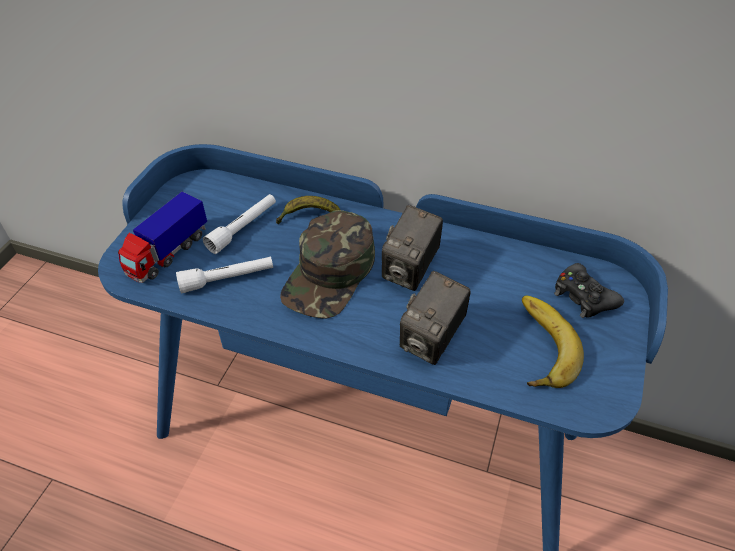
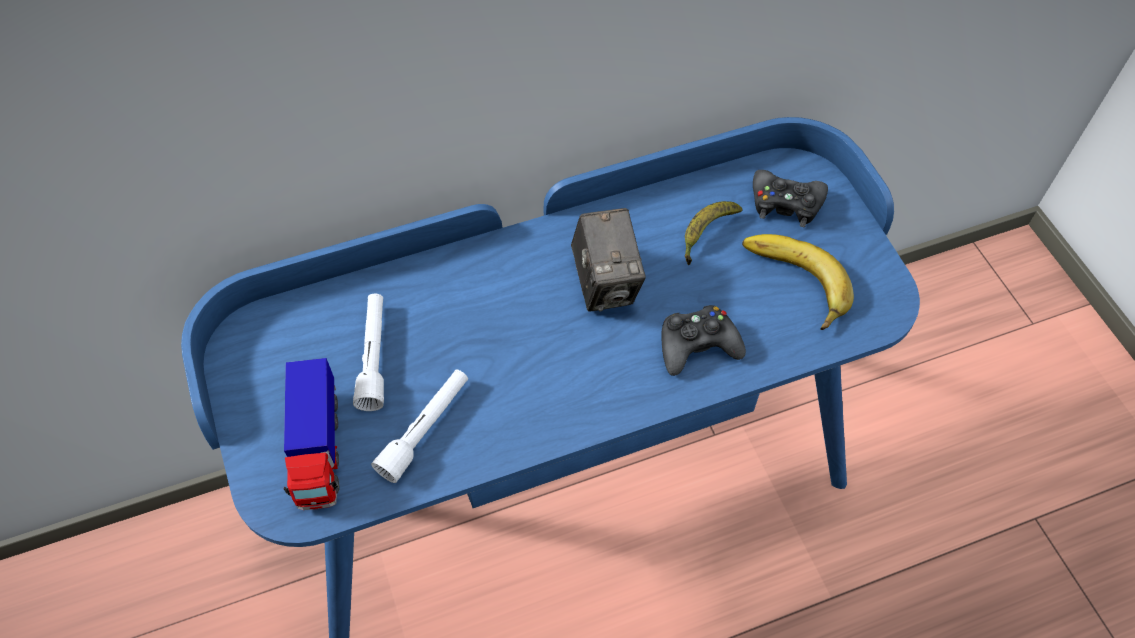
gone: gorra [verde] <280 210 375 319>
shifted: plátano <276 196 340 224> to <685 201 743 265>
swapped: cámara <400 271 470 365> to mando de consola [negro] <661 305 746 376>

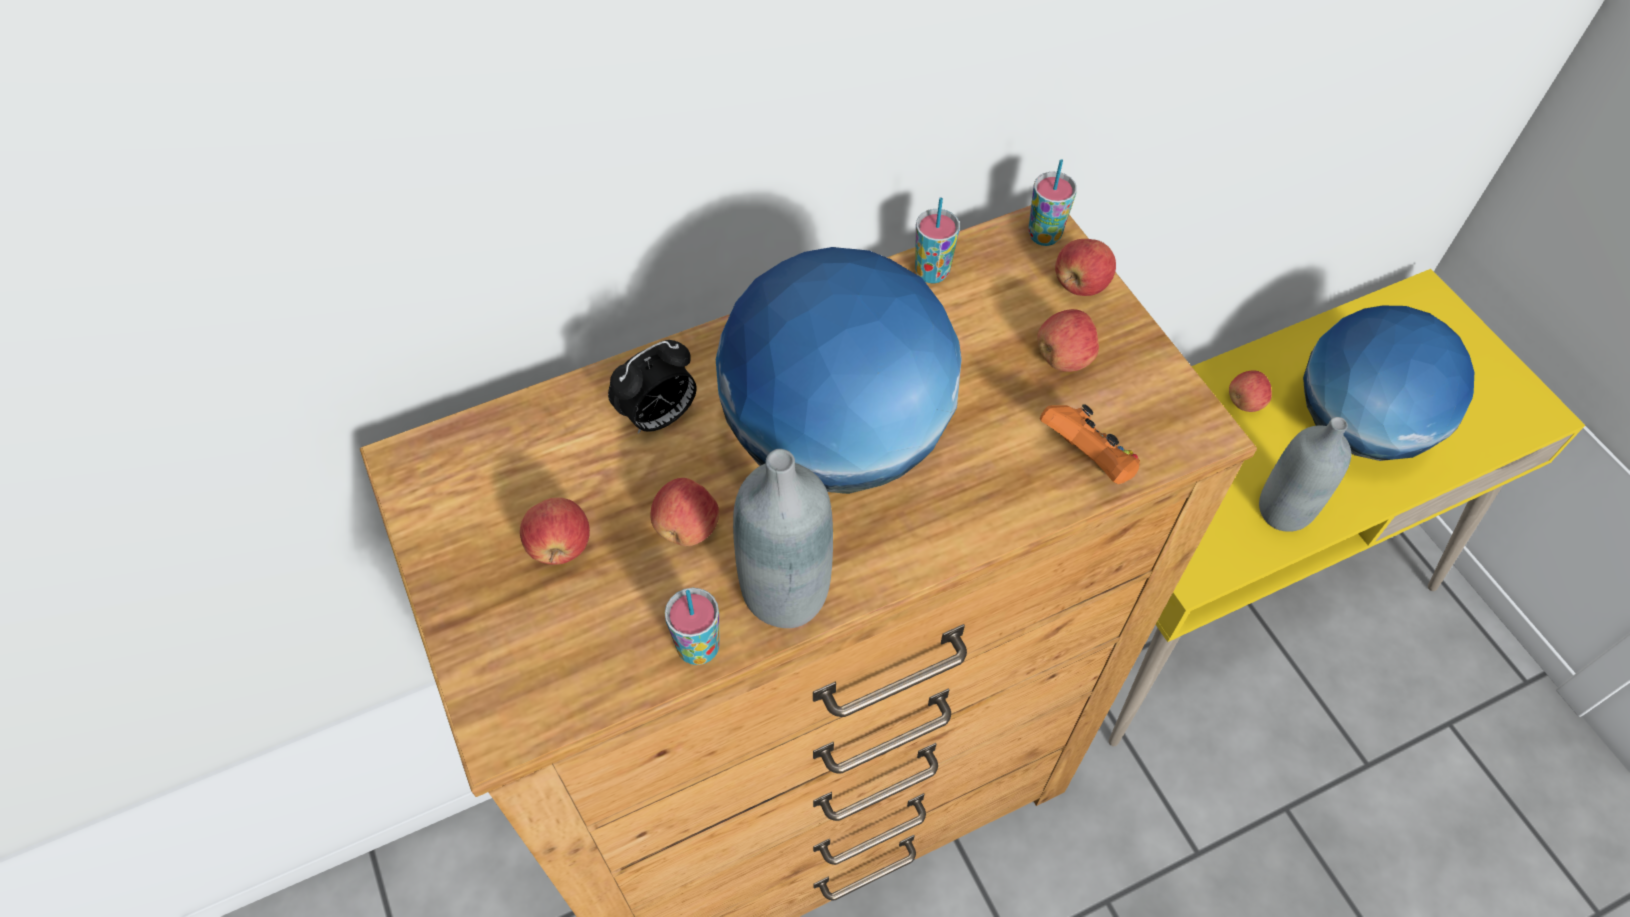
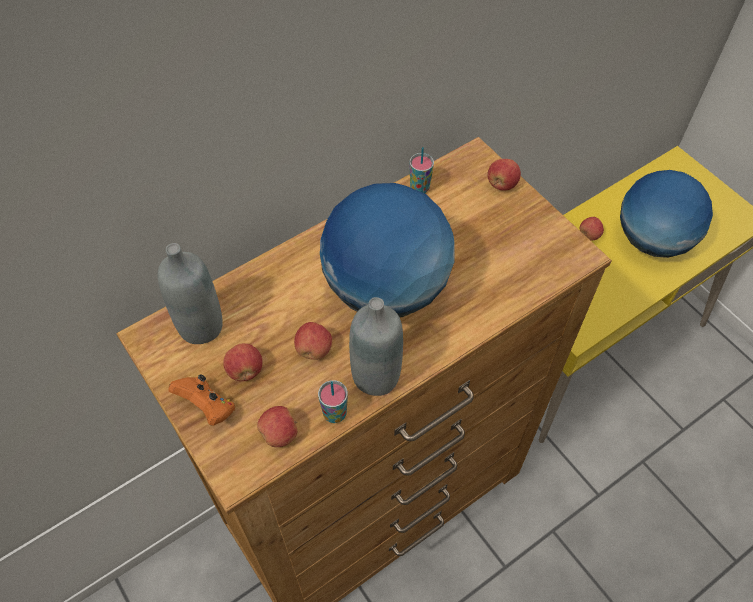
gone: despertador <608 340 697 434>; taza <1028 159 1077 246>
shifted: manzana <1037 309 1099 372> to <257 406 298 447>; mando de consola [naranja] <1040 404 1140 484> to <168 374 235 426>; botella [gris] <1259 417 1351 532> to <158 243 223 344>

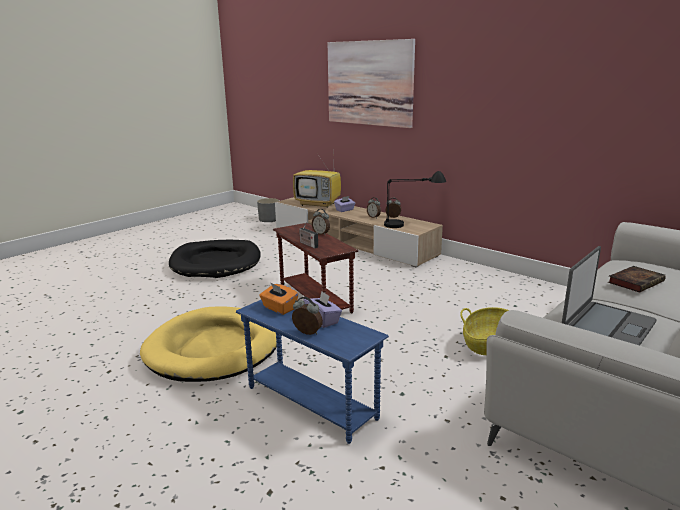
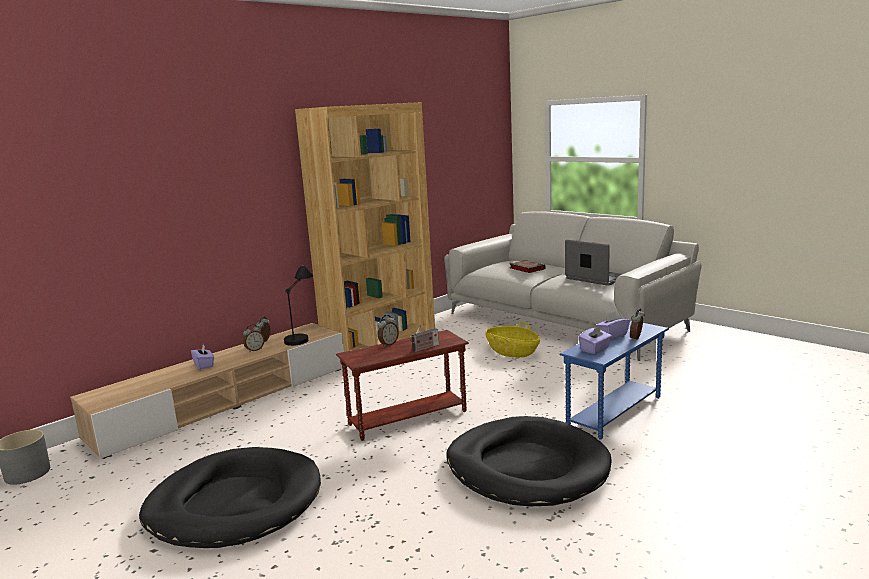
gone: televisor <293 159 341 208>; cuadro <328 39 415 128>
new: estantería [marrón] <295 102 435 352>
repainted: cama para perro [amarillo] <140 306 282 382> to cama para perro [negro] <446 416 612 506>; caja de pañuelos [naranja] <259 282 298 315> to caja de pañuelos [morado] <578 325 612 354>

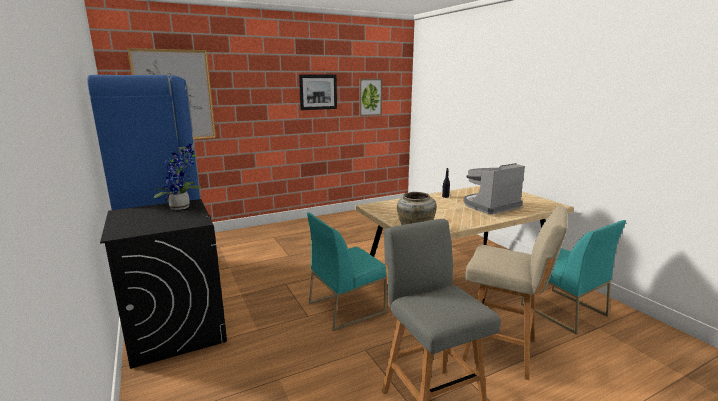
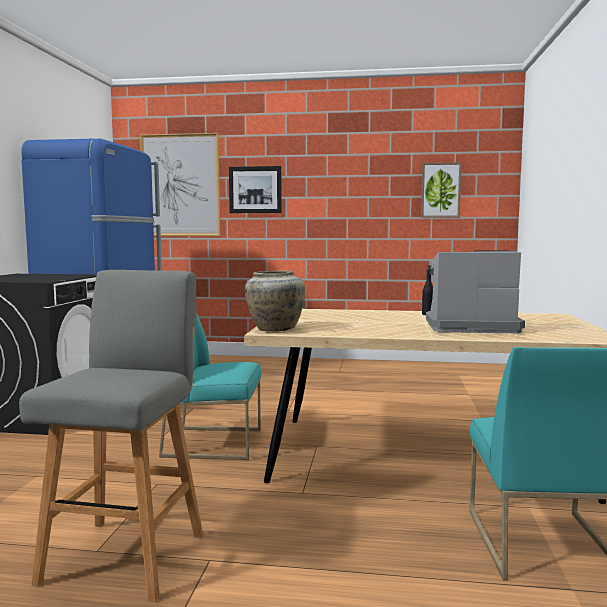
gone: planta en maceta <154 144 201 210>; taburete [beis] <462 206 568 380>
shifted: cuadro <299 74 337 110> to <229 166 282 213>

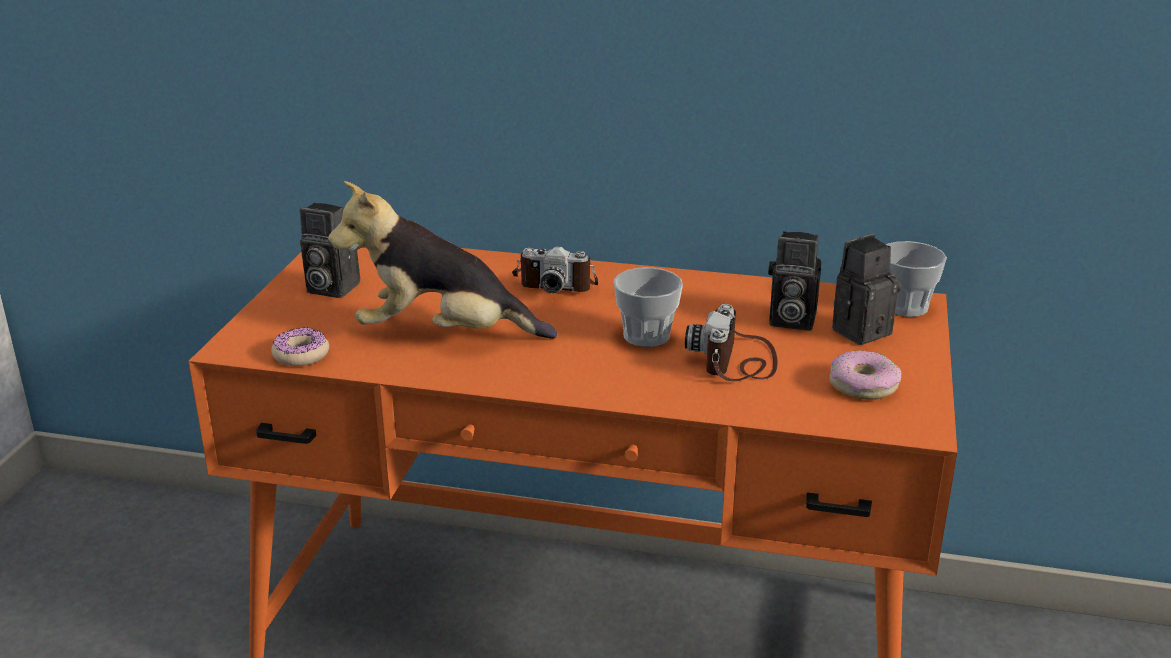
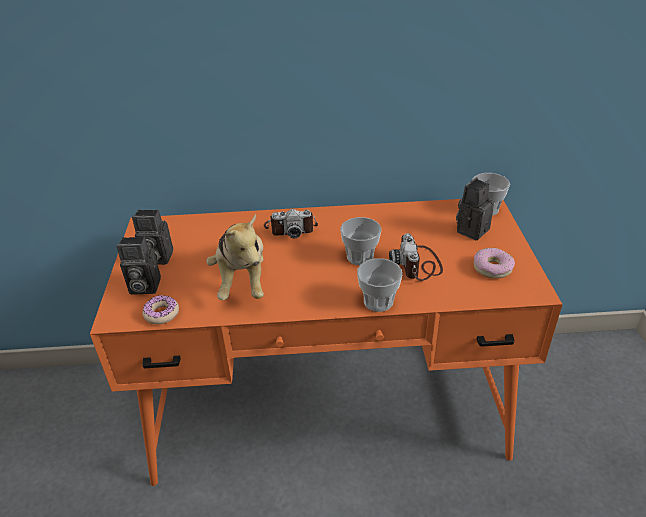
new: taza <357 258 402 312>
shifted: cámara <768 231 821 331> to <116 237 161 295>
rotated: peluche <328 181 557 339> = <206 214 264 300> 90 degrees counterclockwise

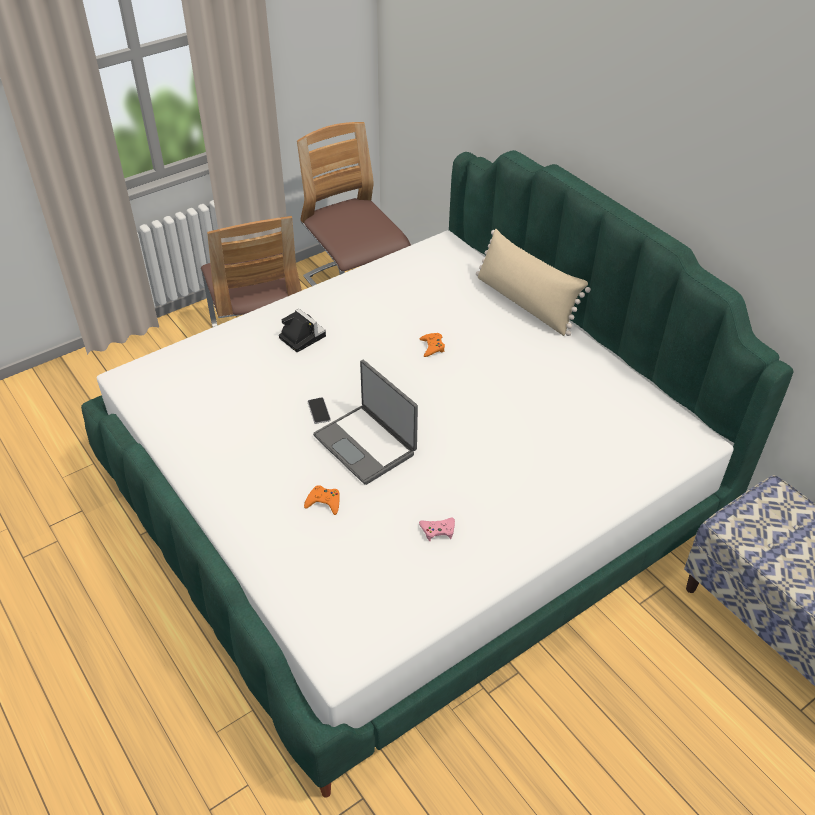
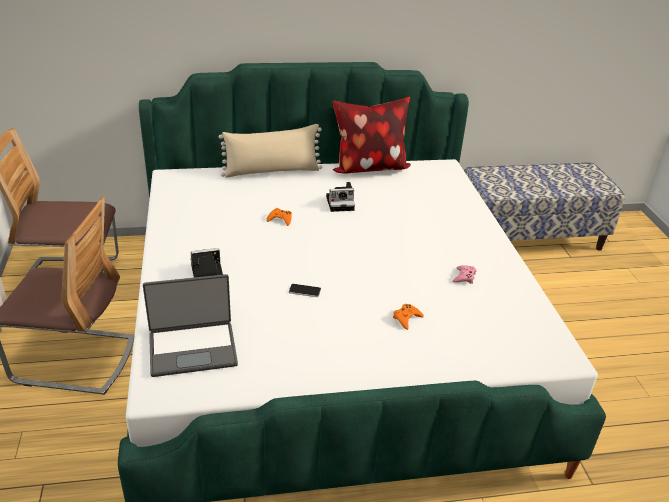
new: cámara <326 182 355 212>; cojín <332 97 411 174>
shifted: portátil <313 360 418 485> to <143 274 238 377>

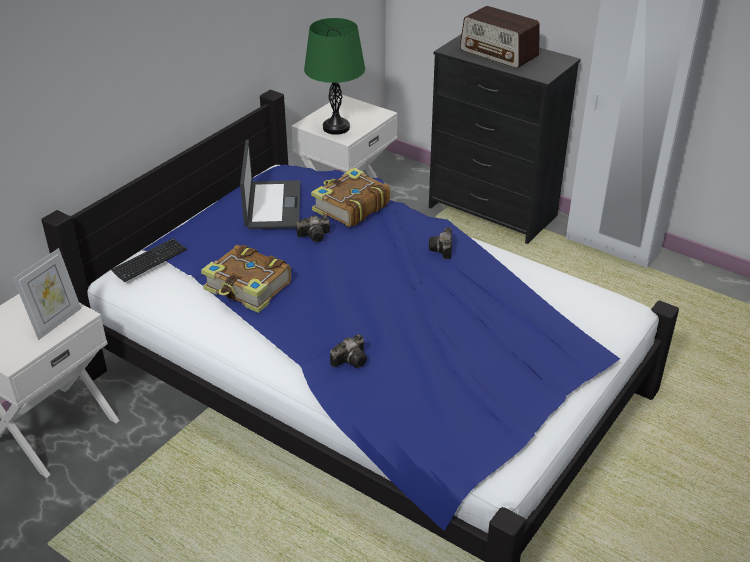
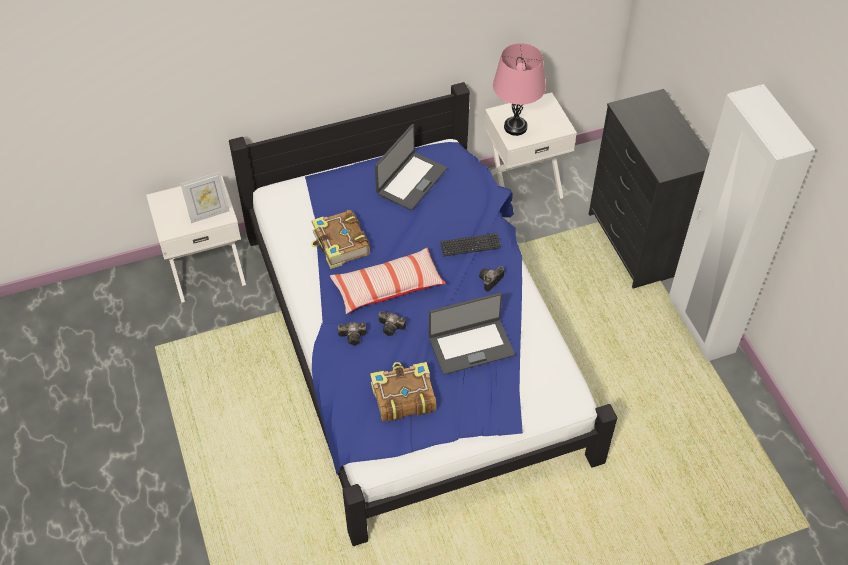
gone: radio <460 6 540 68>
new: cojín <330 248 446 314>; portátil <429 292 515 375>
shifted: teclado <111 238 187 282> to <440 233 501 257>; cámara <296 215 330 242> to <378 311 406 336>; libro <311 168 390 227> to <370 362 436 422>
repainted: lámpara de mesa [verde] <304 18 365 135> to lámpara de mesa [rosa] <493 43 546 136>

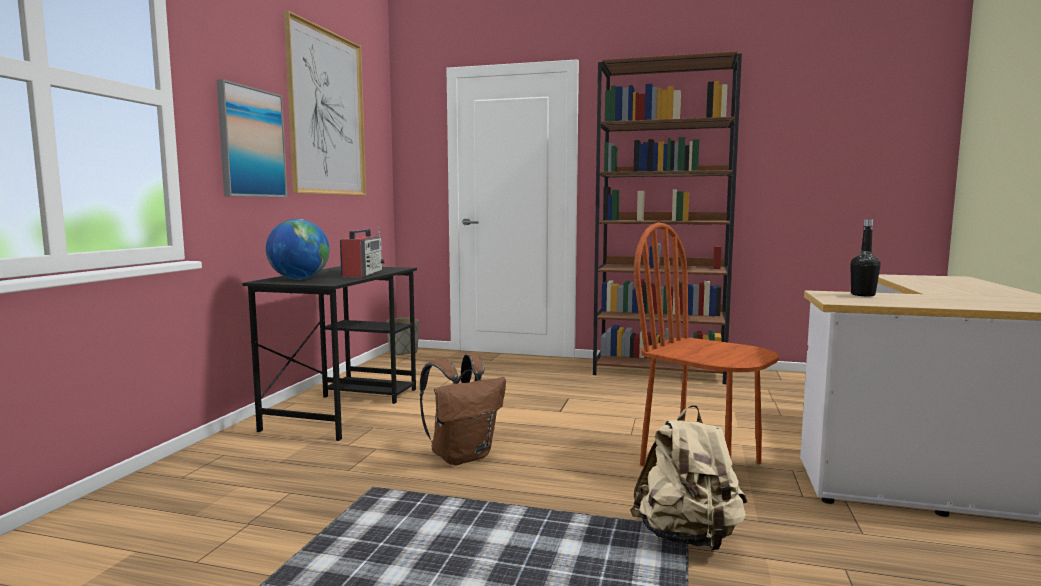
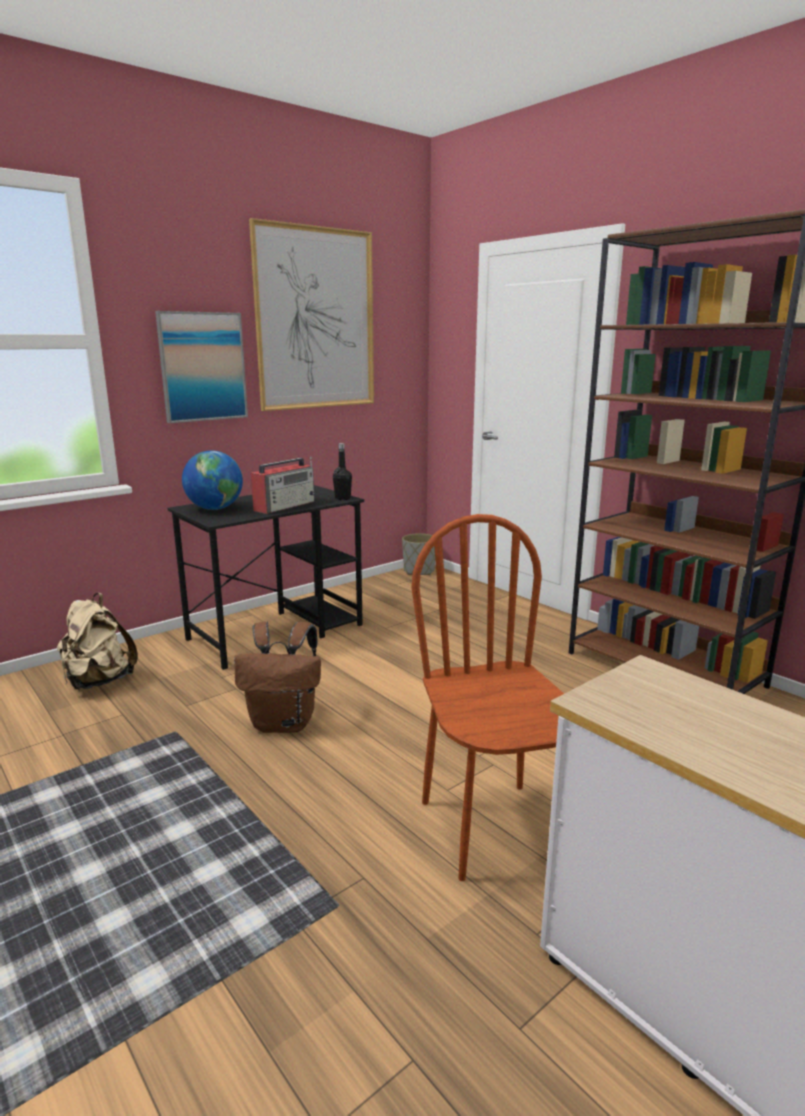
shifted: mochila [beis] <630 405 747 551> to <57 593 138 689>; botella [negro] <850 219 881 296> to <333 443 352 500>

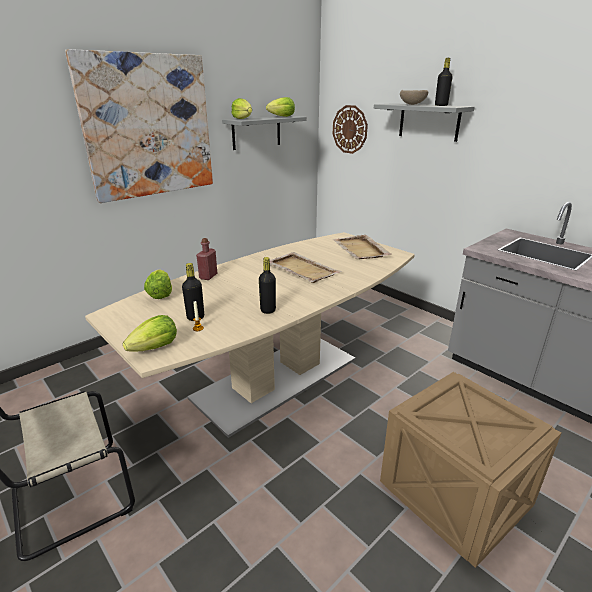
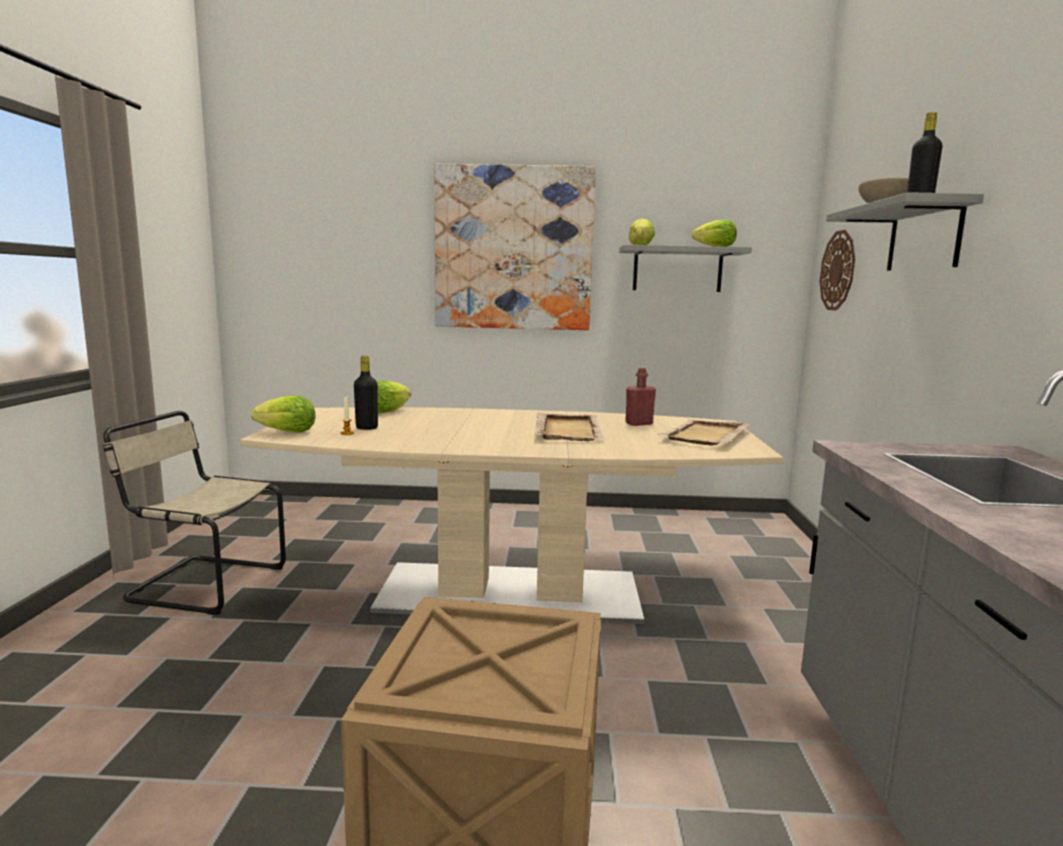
gone: botella [negro] <259 257 276 314>
shifted: botella [rojo] <196 238 217 280> to <625 368 656 426>

